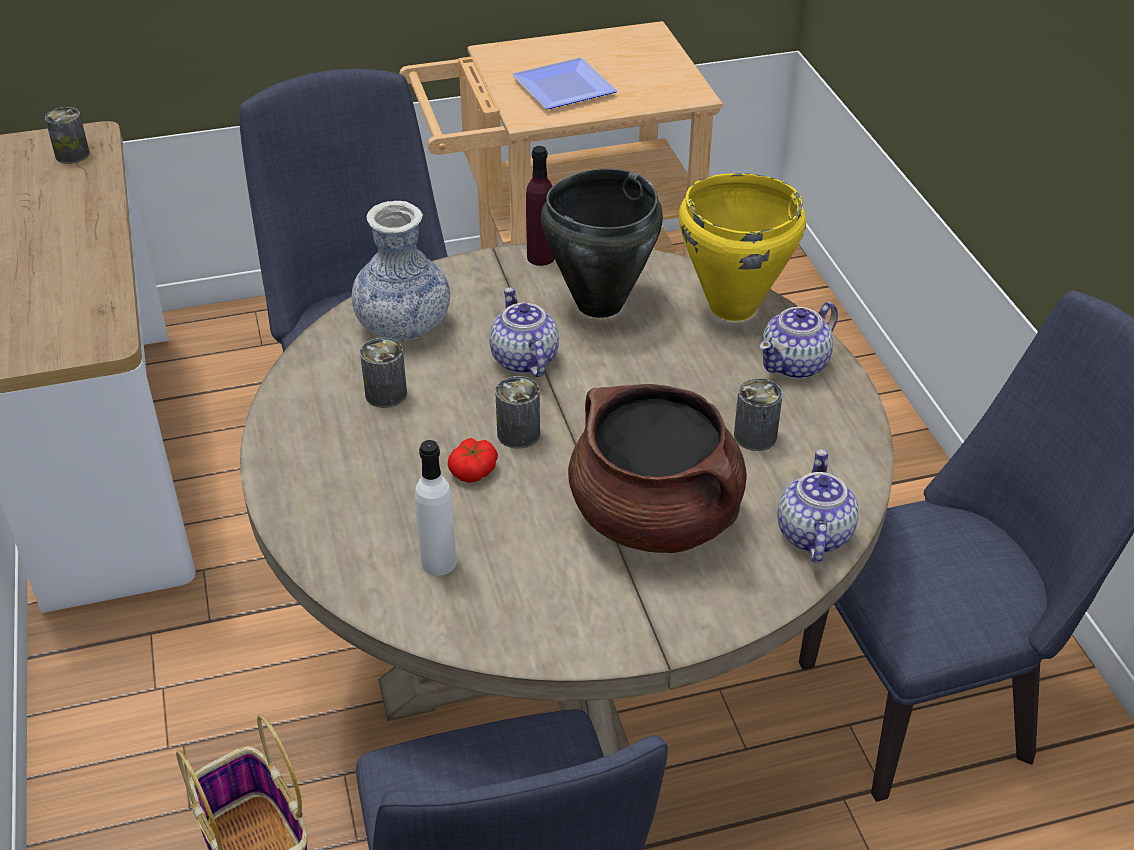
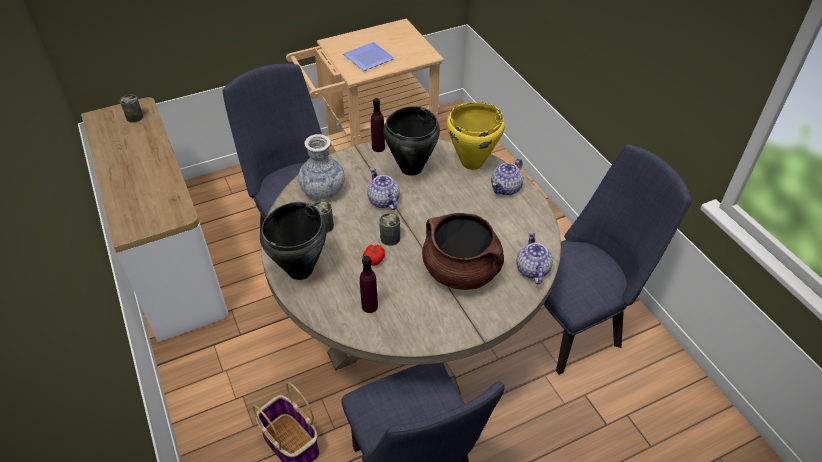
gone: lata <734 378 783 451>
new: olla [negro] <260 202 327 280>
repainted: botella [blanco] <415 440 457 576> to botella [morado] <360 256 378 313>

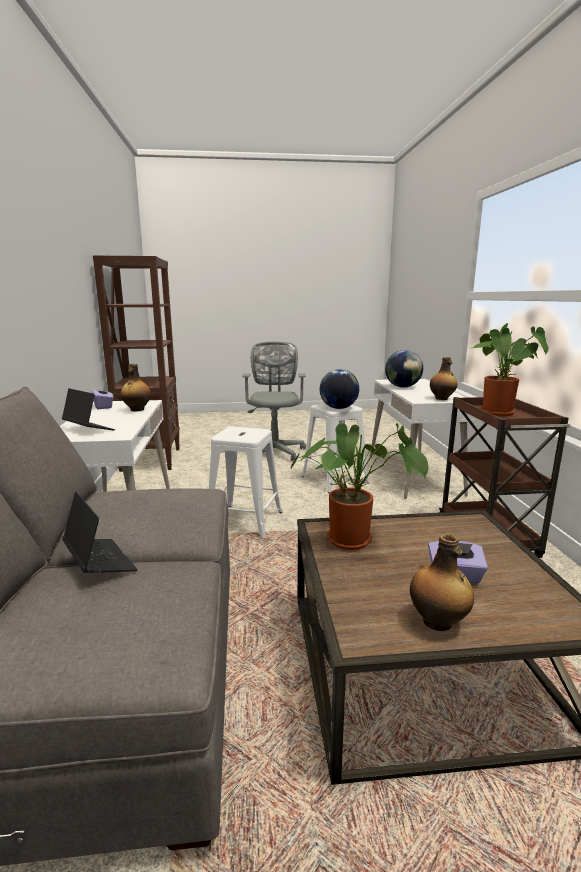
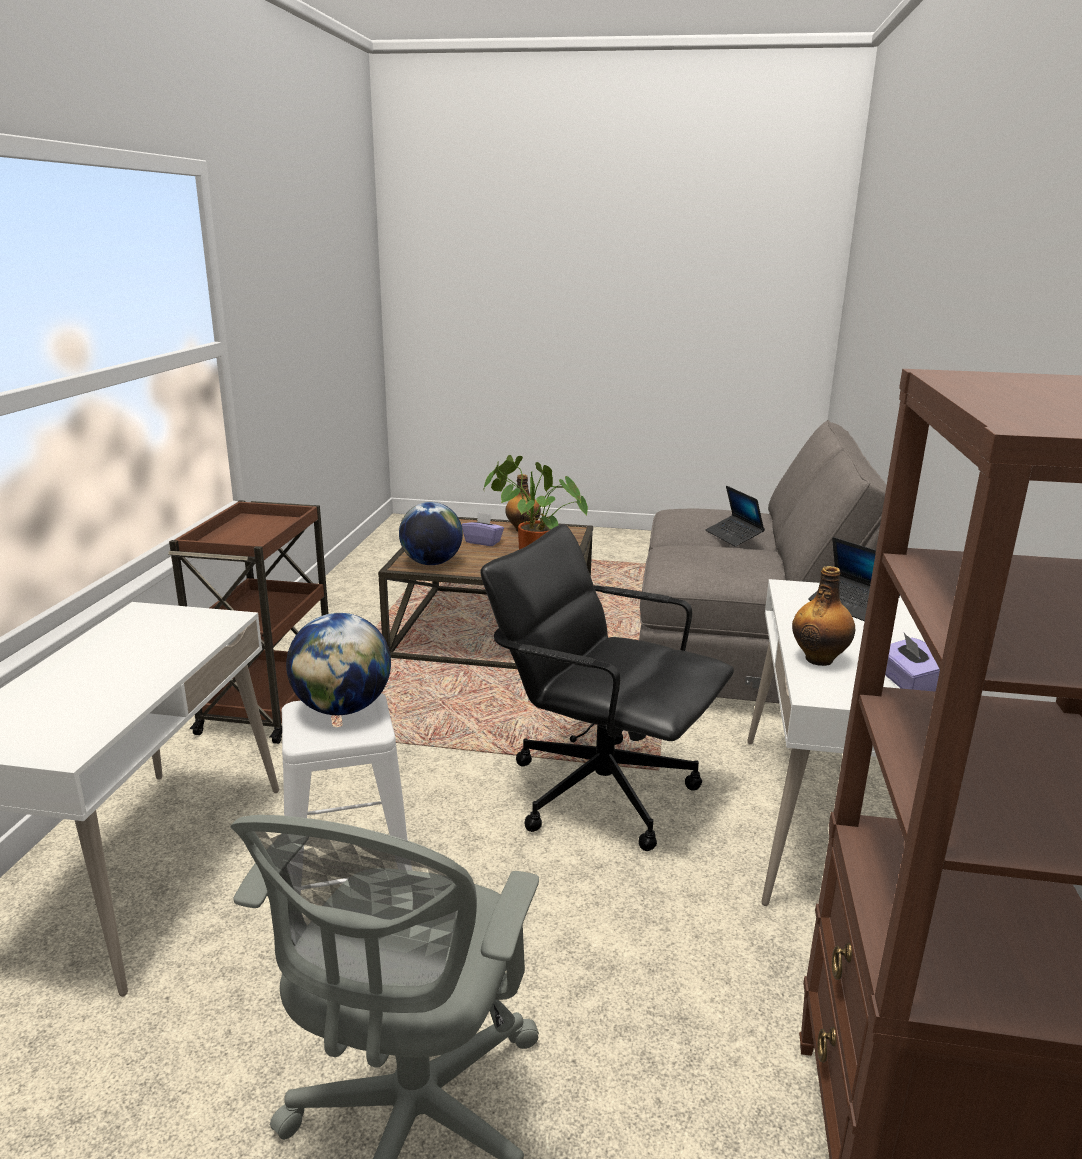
gone: botella <430 357 457 400>; planta en maceta <472 323 549 416>
shifted: globo terráqueo <385 350 423 388> to <399 502 463 565>
swapped: taburete [blanco] <209 427 282 538> to silla de oficina [negro] <481 524 734 851>

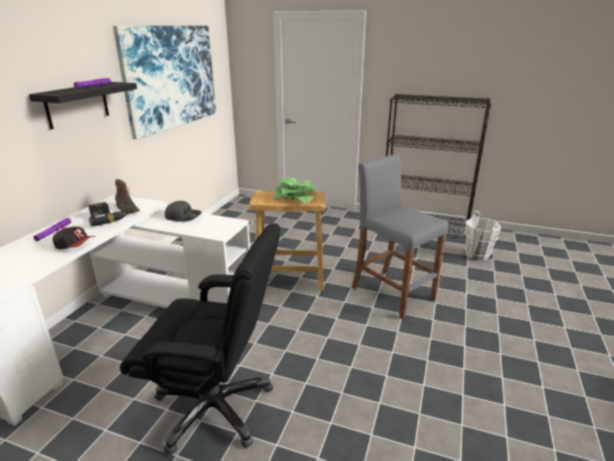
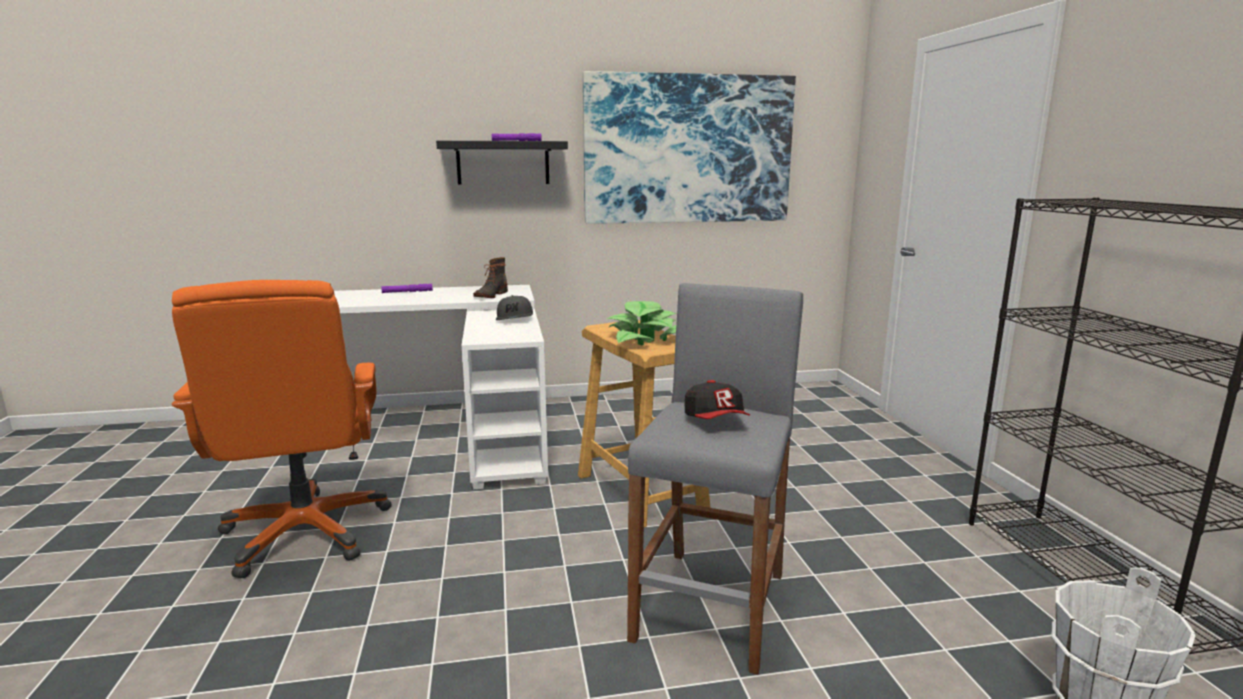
gone: taladro <89 202 127 226>
shifted: gorra <52 227 96 249> to <685 380 750 419>
repainted: silla de oficina [negro] <120 223 281 455> to silla de oficina [naranja] <172 280 392 578>

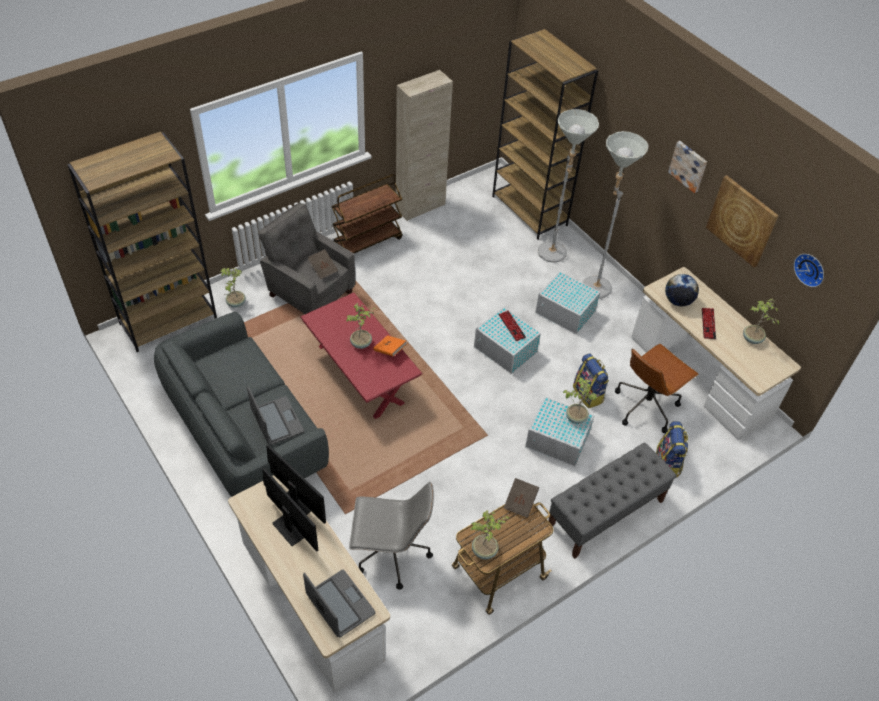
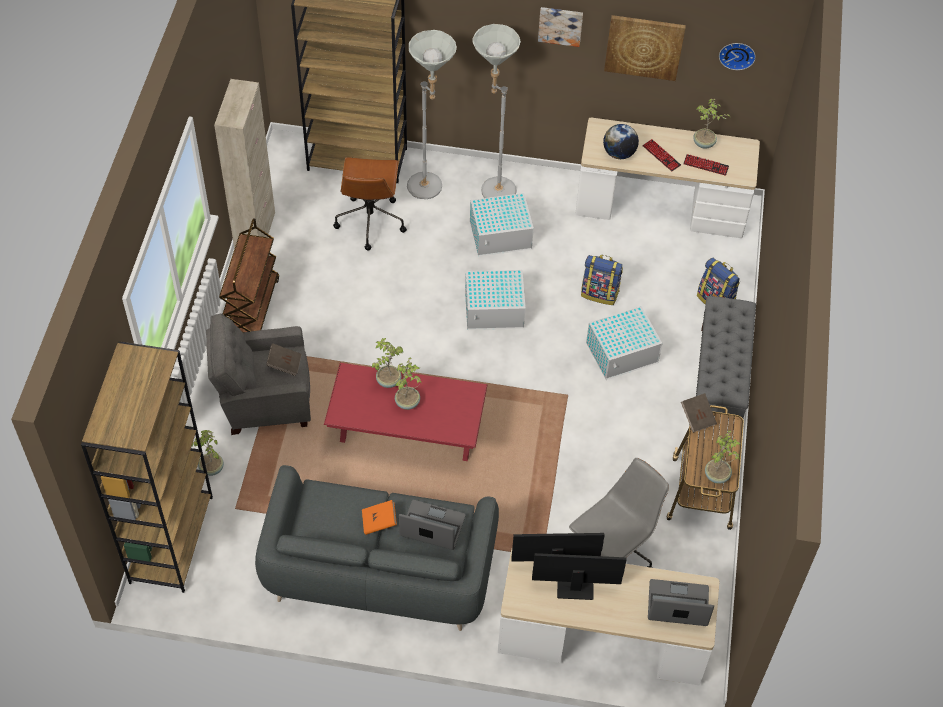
shifted: libro [naranja] <373 335 407 357> to <362 500 397 535>; teclado <499 311 526 341> to <683 154 729 176>; planta en maceta <563 377 597 424> to <372 338 404 388>; silla de oficina [marrón] <615 344 699 433> to <333 157 407 251>

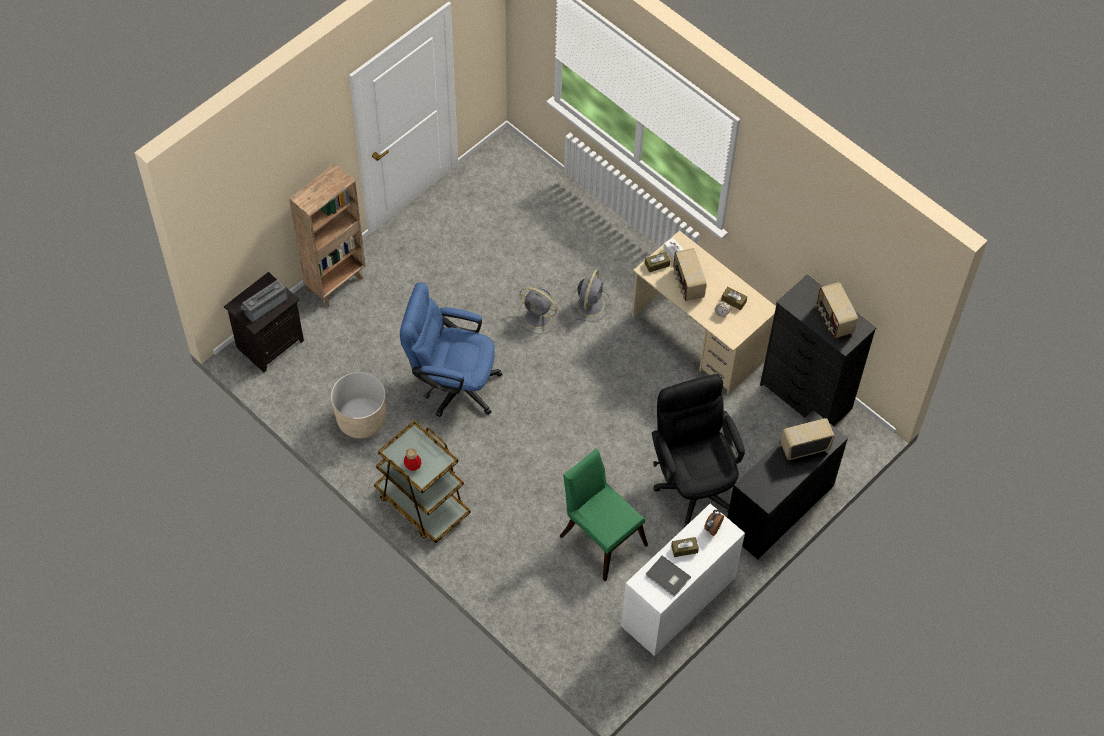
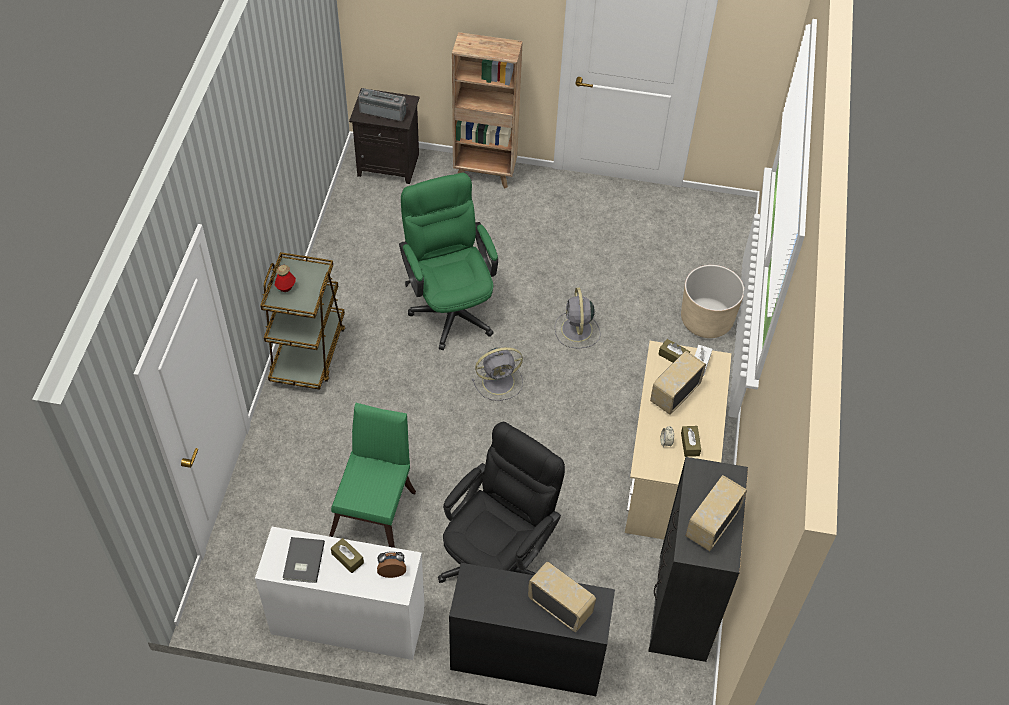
shifted: maceta [beis] <331 372 386 438> to <681 265 744 338>; ventilador [gris] <571 270 611 322> to <472 347 523 401>
repainted: silla de oficina [azul] <400 283 503 417> to silla de oficina [verde] <399 173 498 350>

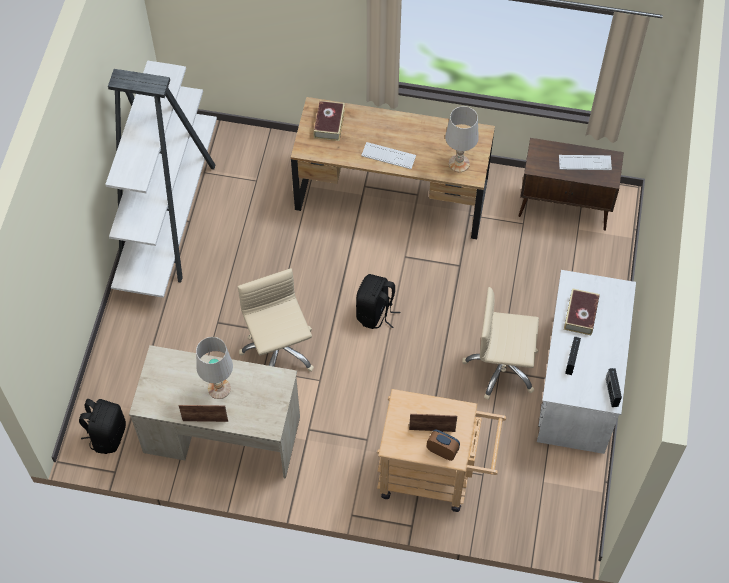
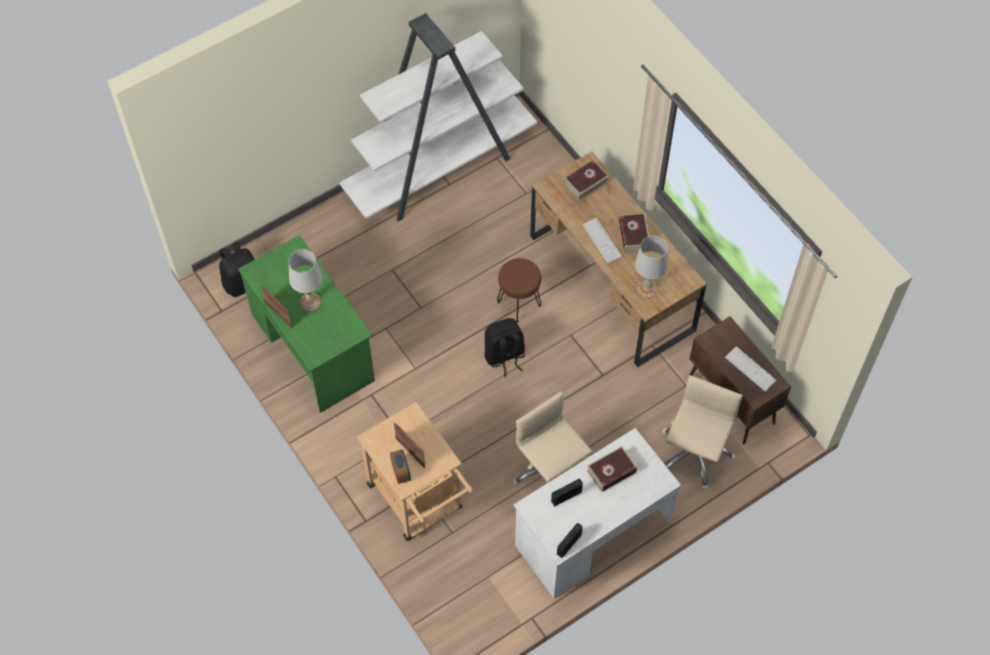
new: taburete [marrón] <497 258 541 323>; libro <619 213 649 254>
shifted: silla de oficina [beis] <238 268 314 372> to <662 375 743 490>
repainted: escritorio [beis] <129 345 300 479> to escritorio [verde] <238 235 375 413>

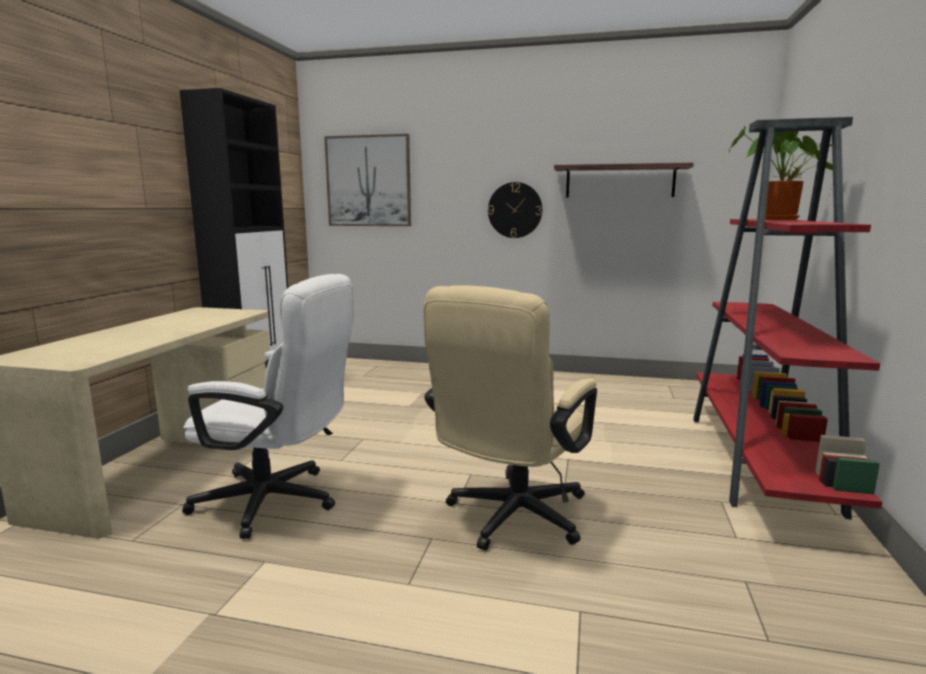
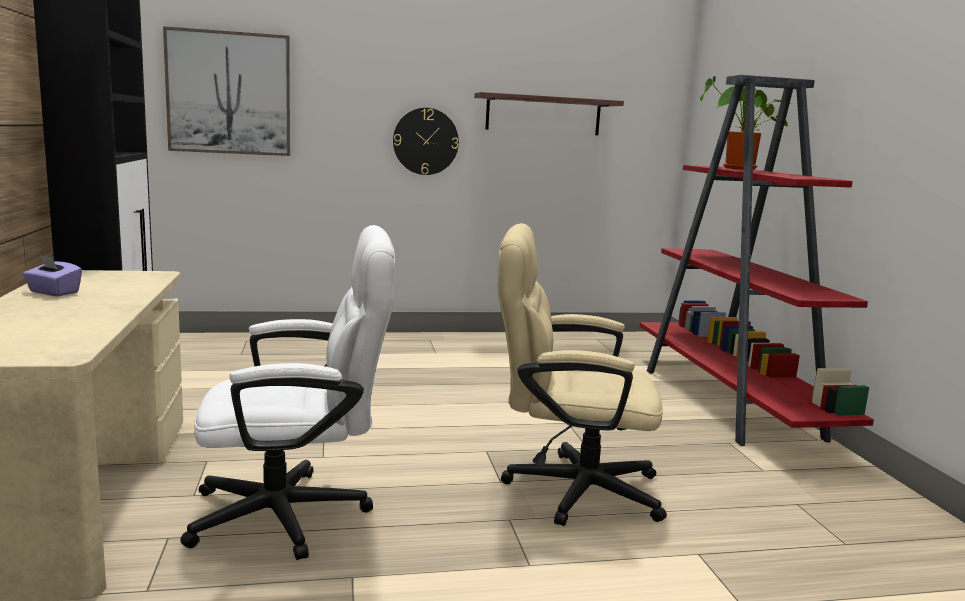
new: caja de pañuelos [morado] <23 255 82 297>
rotated: silla de oficina [beis] <423 286 597 551> = <498 223 667 526> 90 degrees clockwise

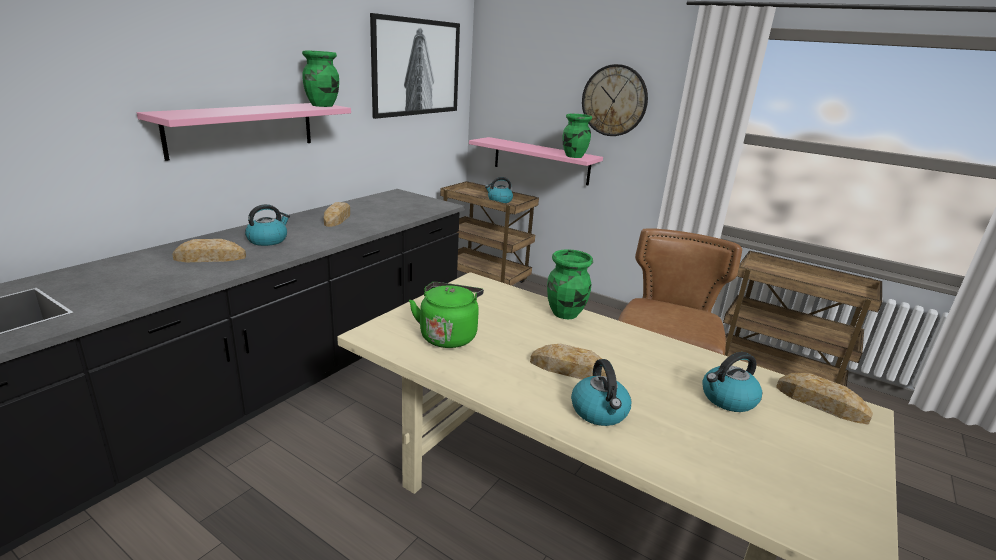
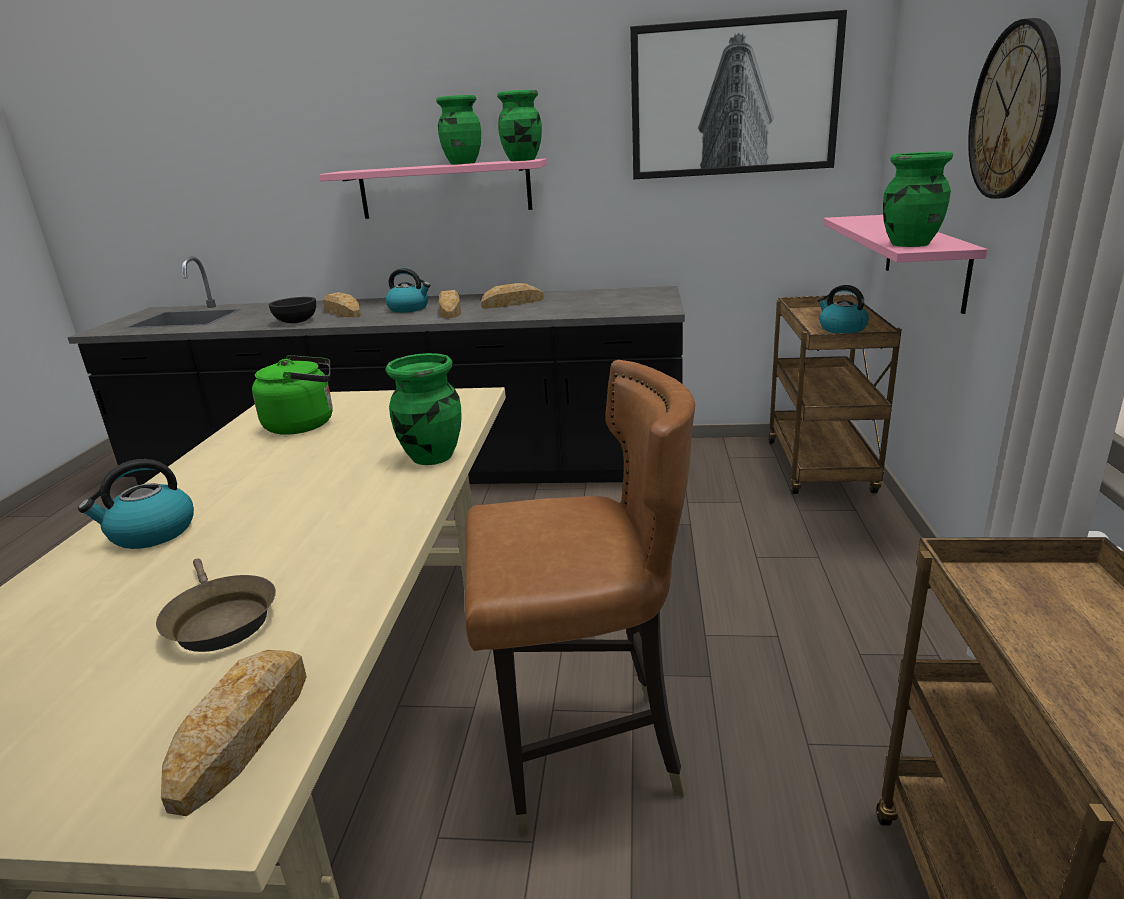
new: cuenco [negro] <269 297 316 323>; florero [verde] <436 95 481 165>
shifted: pan <530 344 606 380> to <439 290 461 318>
swapped: hervidor <702 352 762 412> to sartén [marrón] <156 558 276 652>

